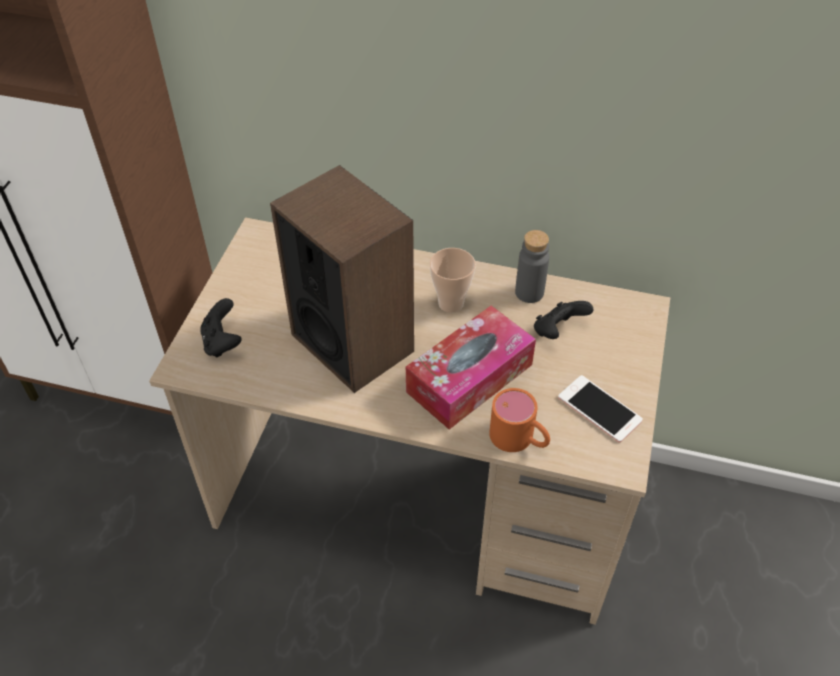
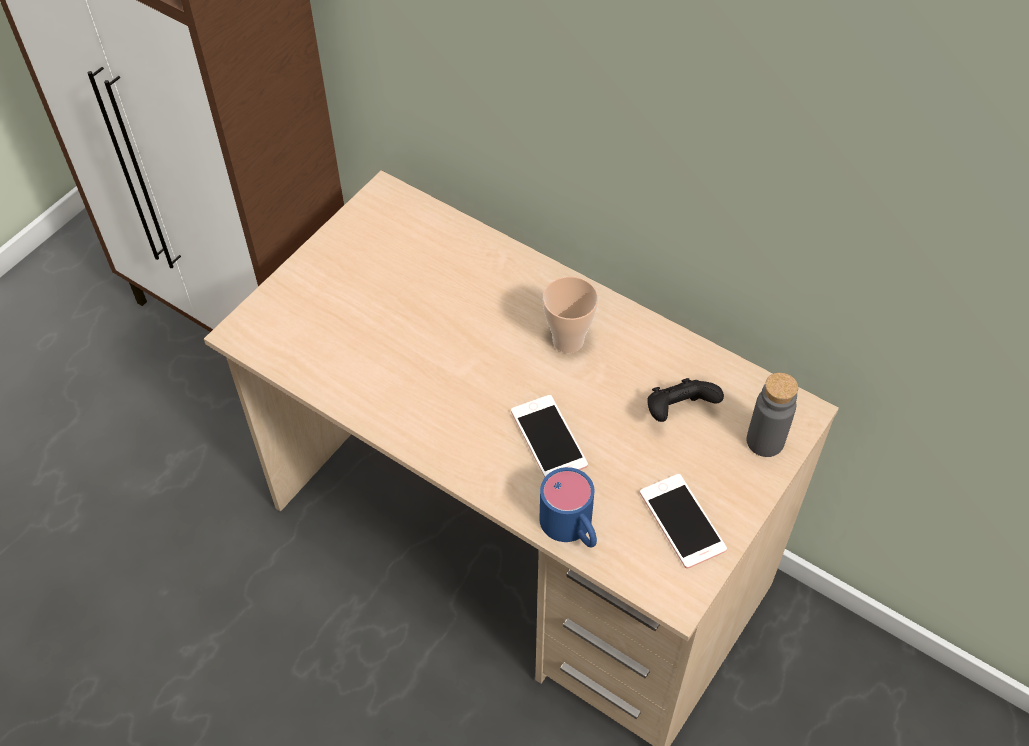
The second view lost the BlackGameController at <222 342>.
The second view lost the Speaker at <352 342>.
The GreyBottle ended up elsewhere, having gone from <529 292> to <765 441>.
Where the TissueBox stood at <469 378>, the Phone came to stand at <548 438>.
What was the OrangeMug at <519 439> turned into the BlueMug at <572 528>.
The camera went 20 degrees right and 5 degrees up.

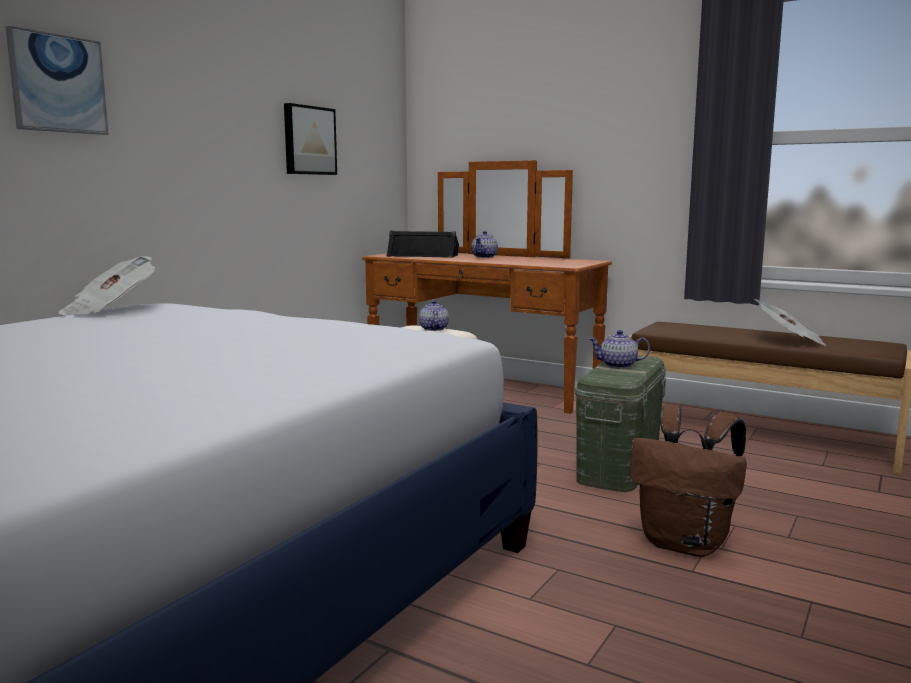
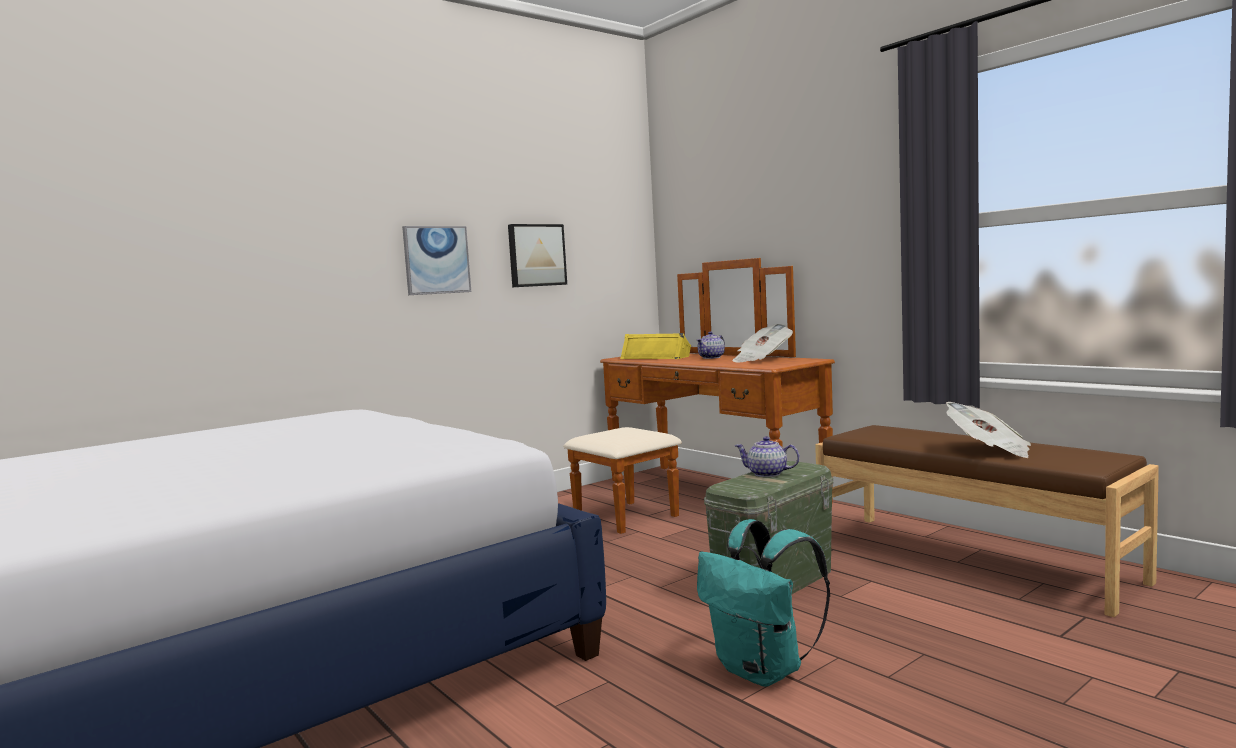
The second view lost the Teapot at <433 329>.
The Picture ended up elsewhere, having gone from <58 83> to <436 260>.
The Newspaper ended up elsewhere, having gone from <109 310> to <761 359>.
What was the BlackSpeaker at <423 255> turned into the YellowSpeaker at <656 357>.
What was the BrownBackpack at <686 544> turned into the TurquoiseBackpack at <763 671>.
The camera went 20 degrees right and 5 degrees down.

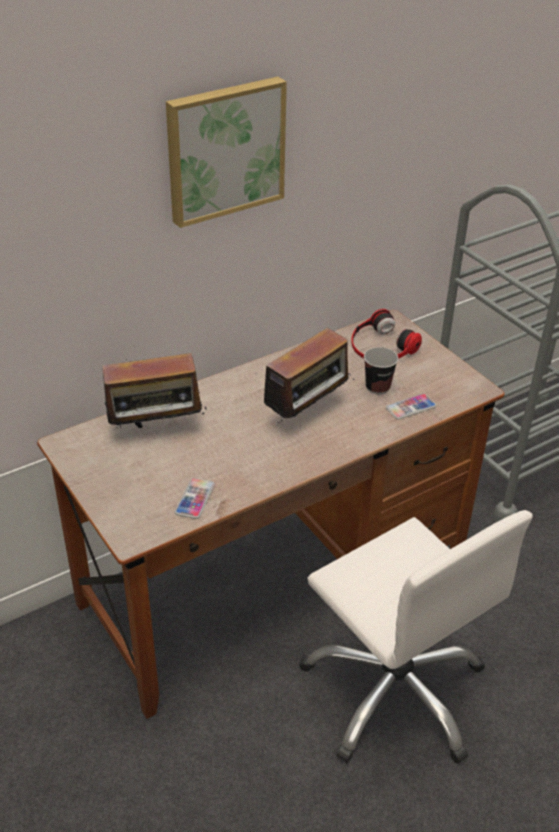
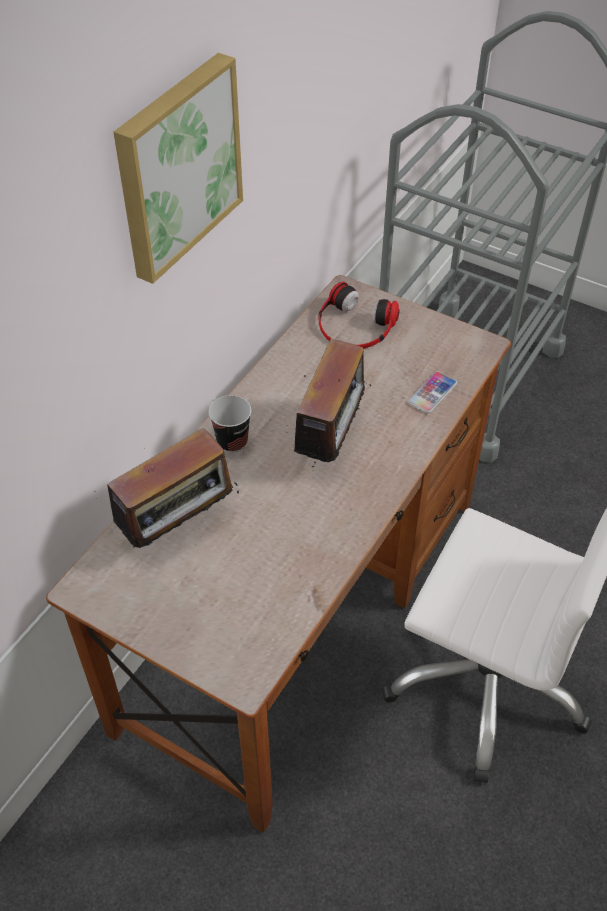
The second view lost the Phone at <195 499>.
The Cup ended up elsewhere, having gone from <377 387> to <232 442>.
The camera went 25 degrees left and 10 degrees up.

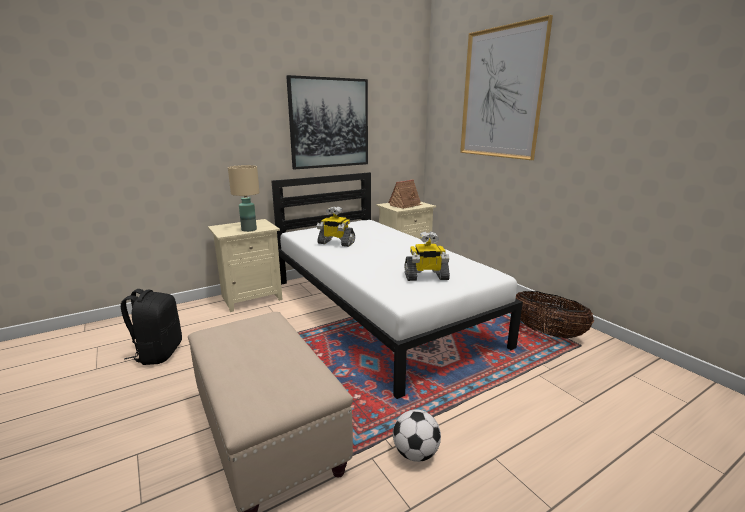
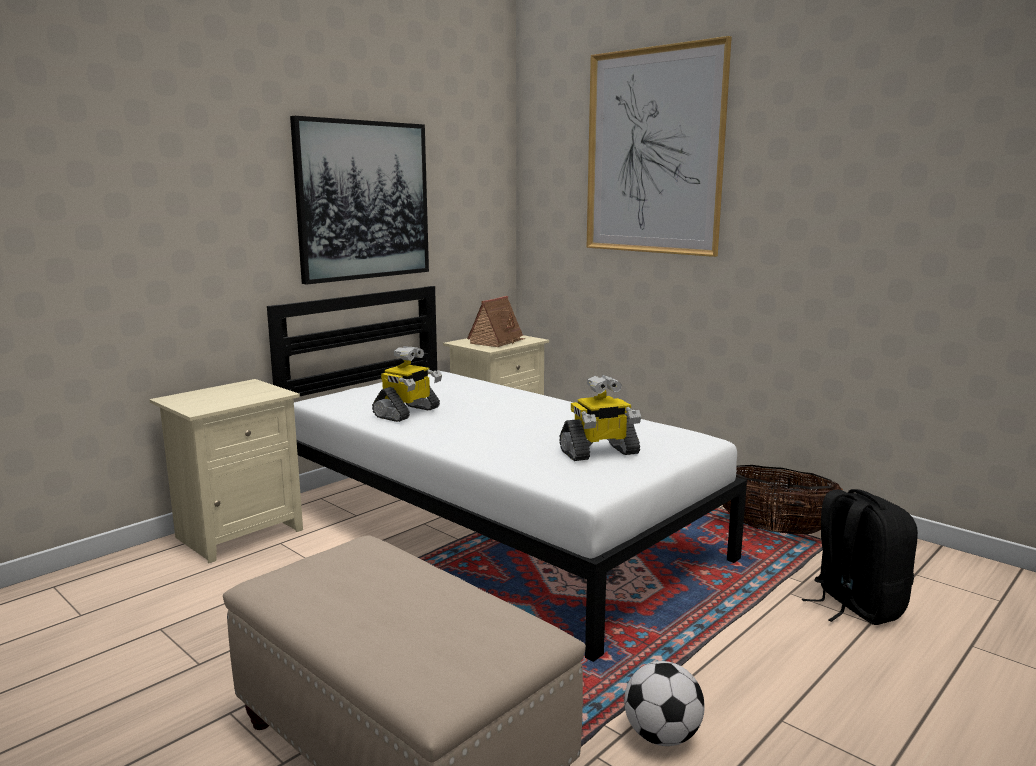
The second view lost the BeigeTableLamp at <249 229>.
The BlackBackpack ended up elsewhere, having gone from <158 353> to <855 605>.
The ToyRobot at <336 243> ended up facing another way, 60 degrees counterclockwise from before.
The camera went 15 degrees left and 5 degrees down.

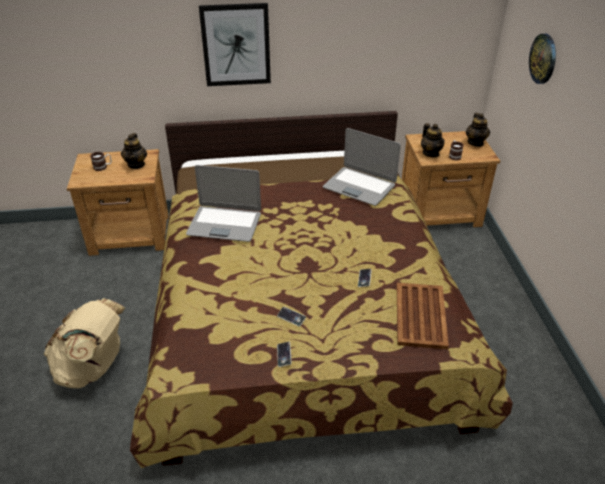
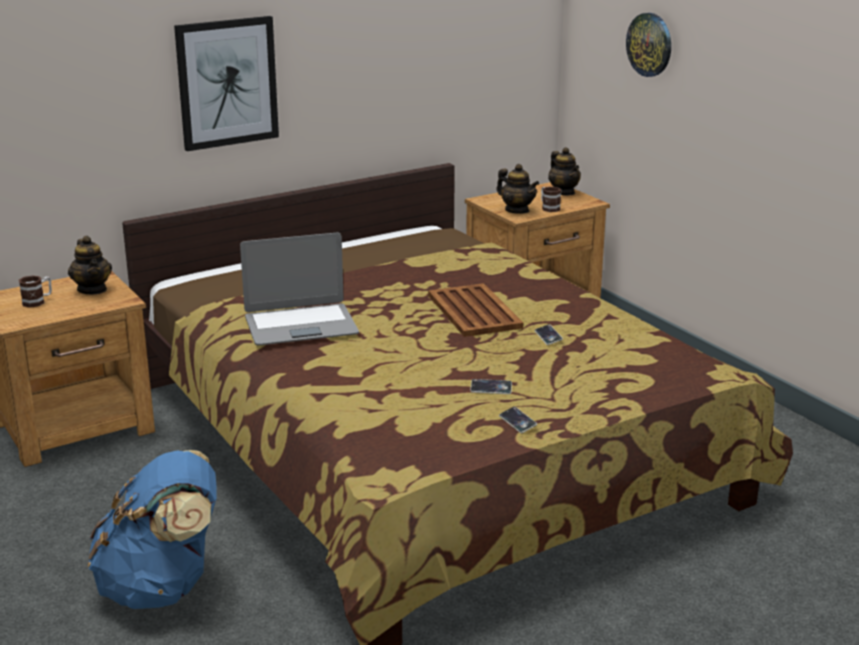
The second view lost the Laptop at <359 186>.
The BrownTray ended up elsewhere, having gone from <421 315> to <474 311>.
What was the BeigeBackpack at <93 368> turned into the BlueBackpack at <162 587>.
The camera went 25 degrees left and 15 degrees down.

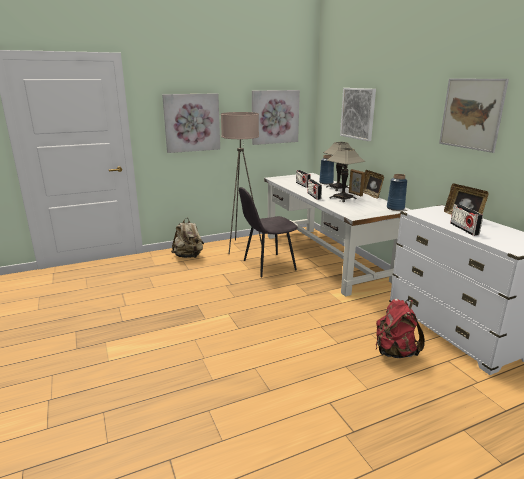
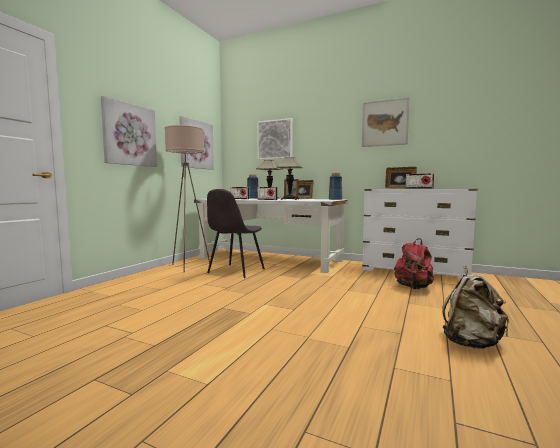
The BeigeBackpack ended up elsewhere, having gone from <188 256> to <471 343>.
The camera went 40 degrees left and 15 degrees down.

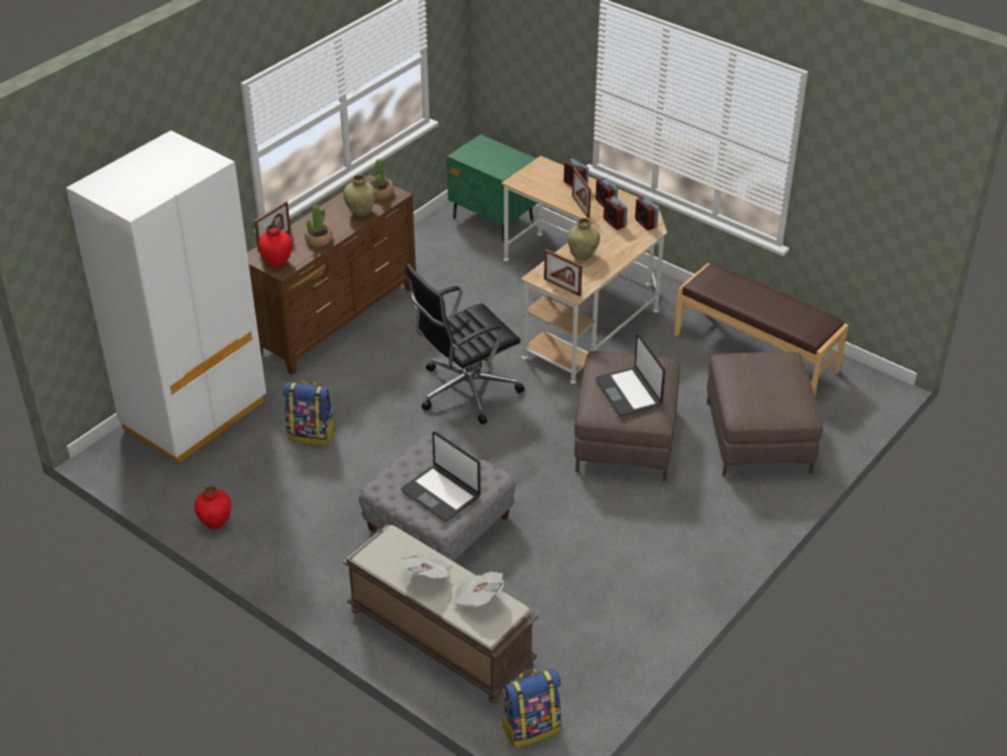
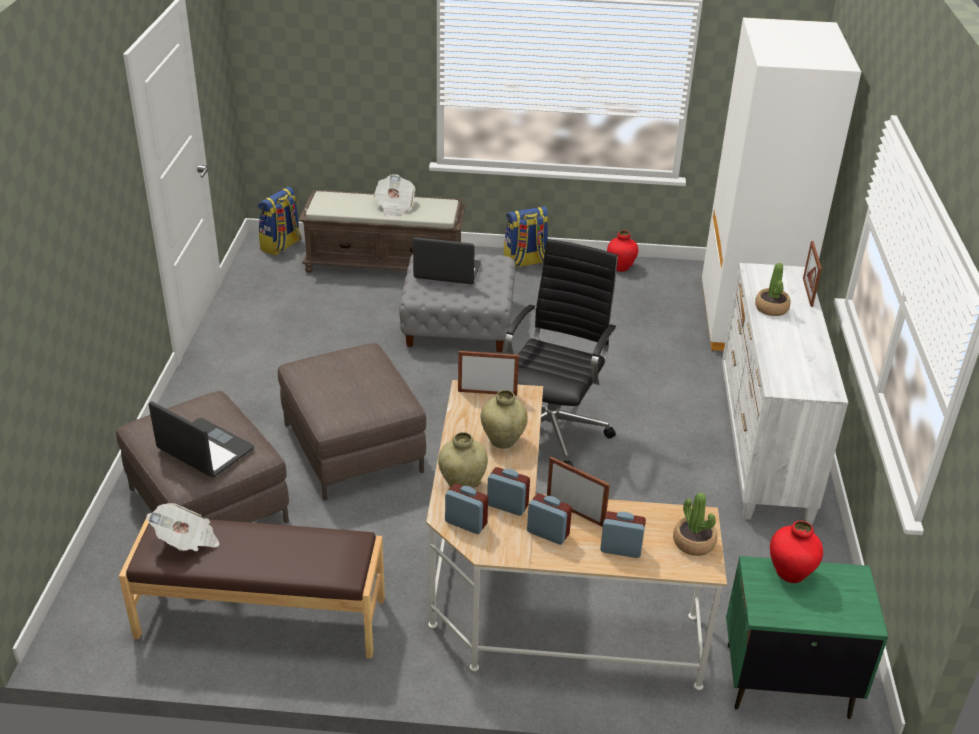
The RedVase ended up elsewhere, having gone from <277 262> to <790 573>.
The Backpack ended up elsewhere, having gone from <312 434> to <525 262>.
The BeigeVase ended up elsewhere, having gone from <360 212> to <462 484>.
The PottedPlant ended up elsewhere, having gone from <380 193> to <694 542>.
The Newspaper ended up elsewhere, having gone from <477 598> to <187 541>.
The Laptop ended up elsewhere, having gone from <629 392> to <204 450>.
What was the BrownDresser at <337 320> turned into the WhiteDresser at <762 447>.
The camera went 145 degrees right and 5 degrees down.

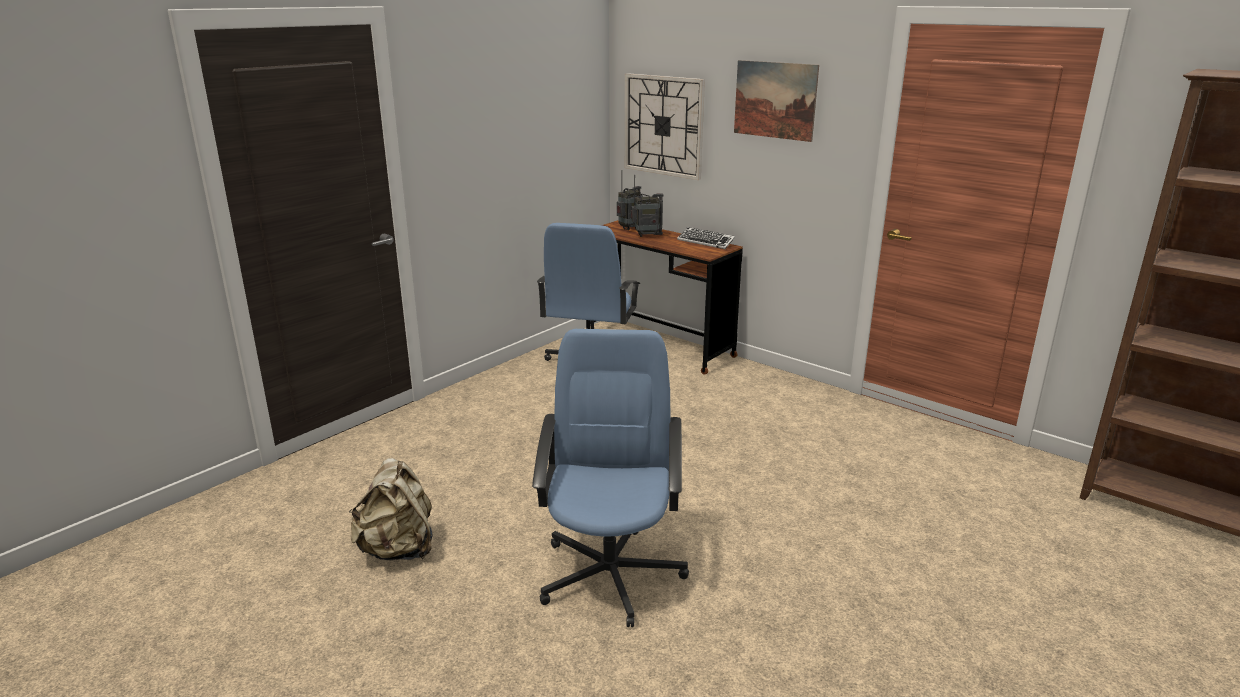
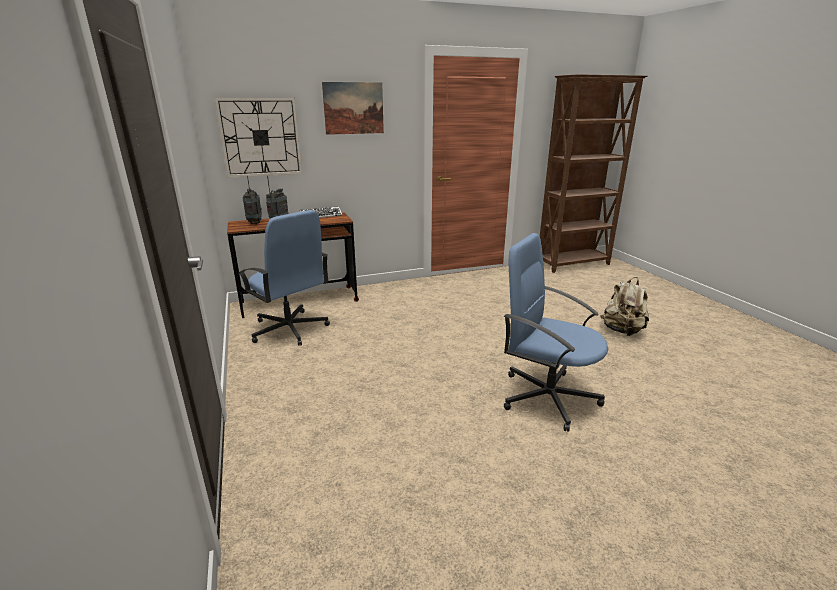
The BeigeBackpack ended up elsewhere, having gone from <398 549> to <622 331>.
The camera went 60 degrees left and 0 degrees up.

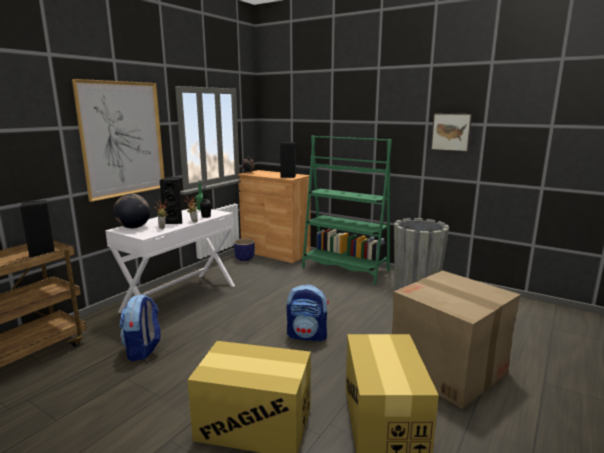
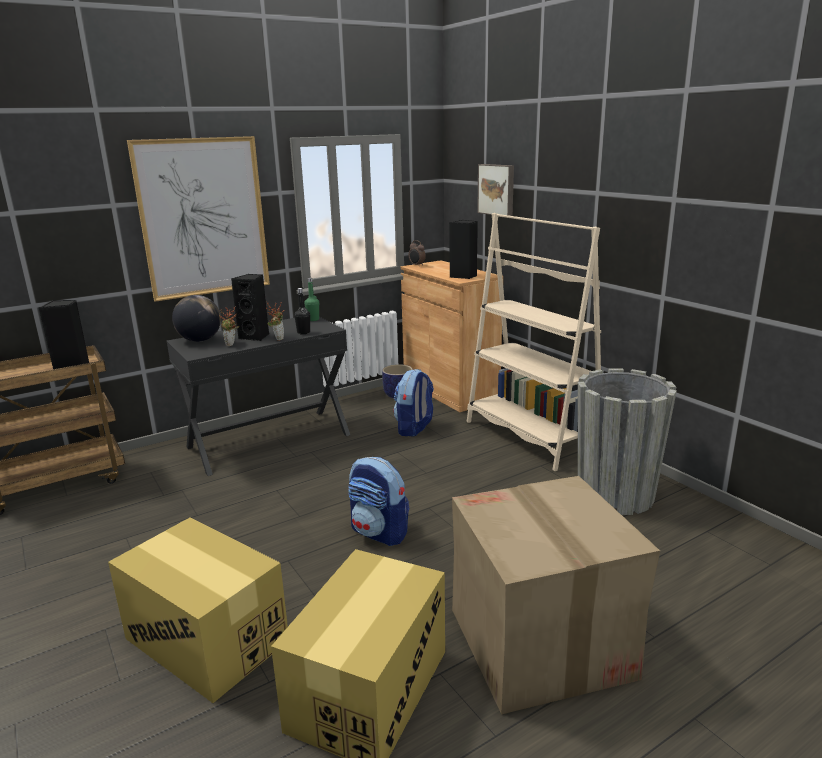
The Backpack ended up elsewhere, having gone from <143 350> to <414 428>.
The Picture ended up elsewhere, having gone from <451 132> to <497 189>.
What was the WhiteDesk at <180 297> turned into the BlackDesk at <269 440>.
What was the GreenBookcase at <345 269> turned into the BeigeBookcase at <531 436>.
The camera went 25 degrees right and 5 degrees up.

